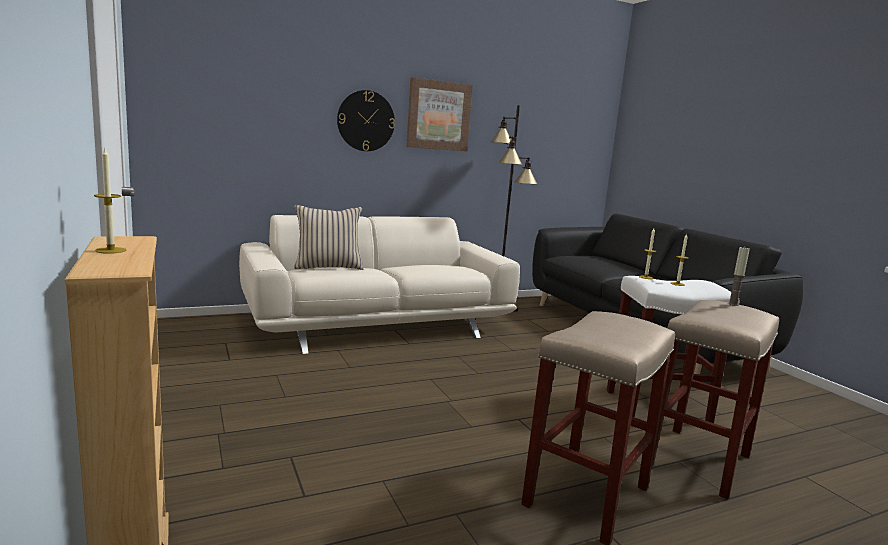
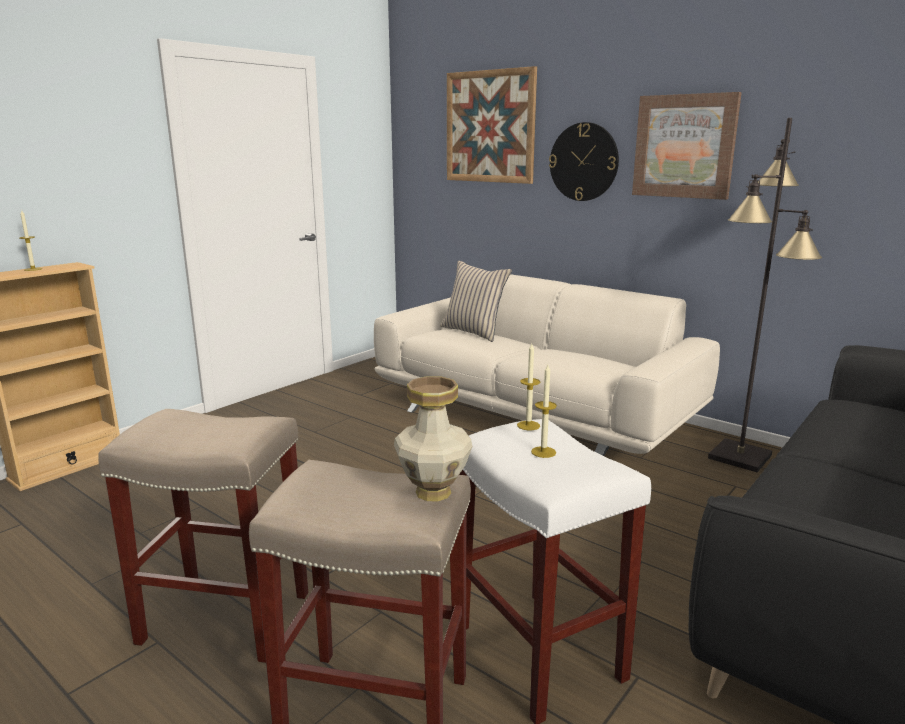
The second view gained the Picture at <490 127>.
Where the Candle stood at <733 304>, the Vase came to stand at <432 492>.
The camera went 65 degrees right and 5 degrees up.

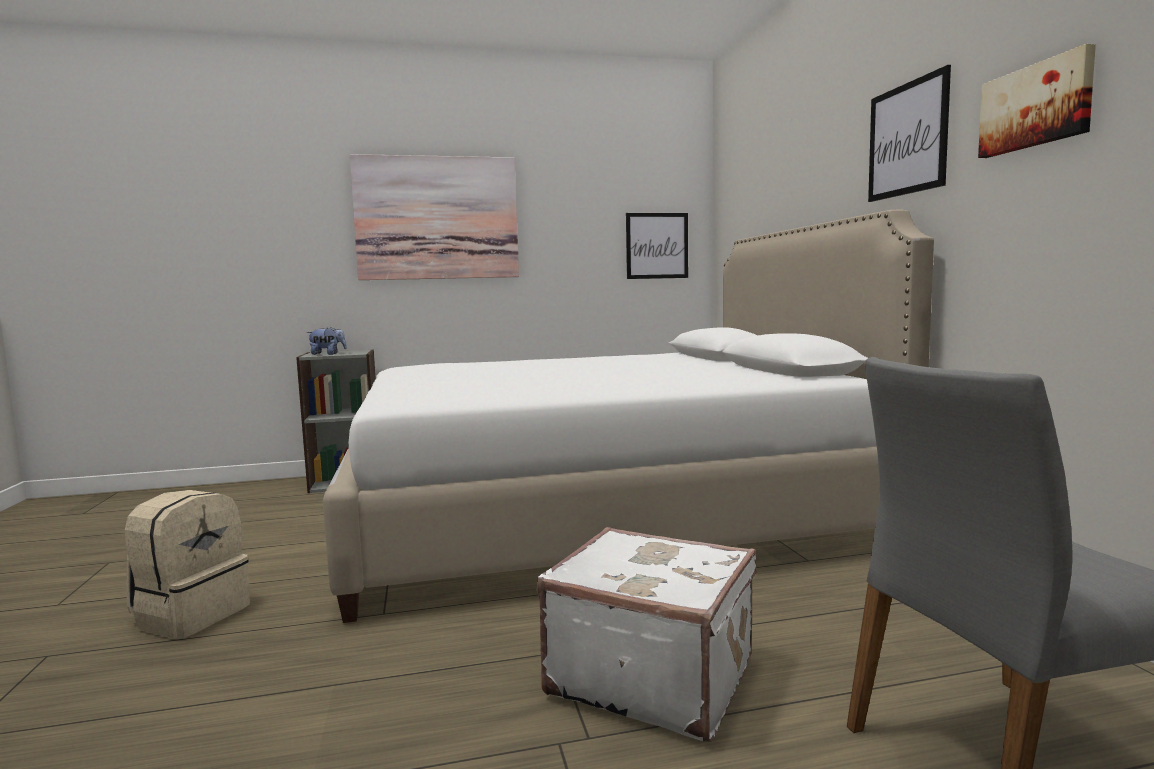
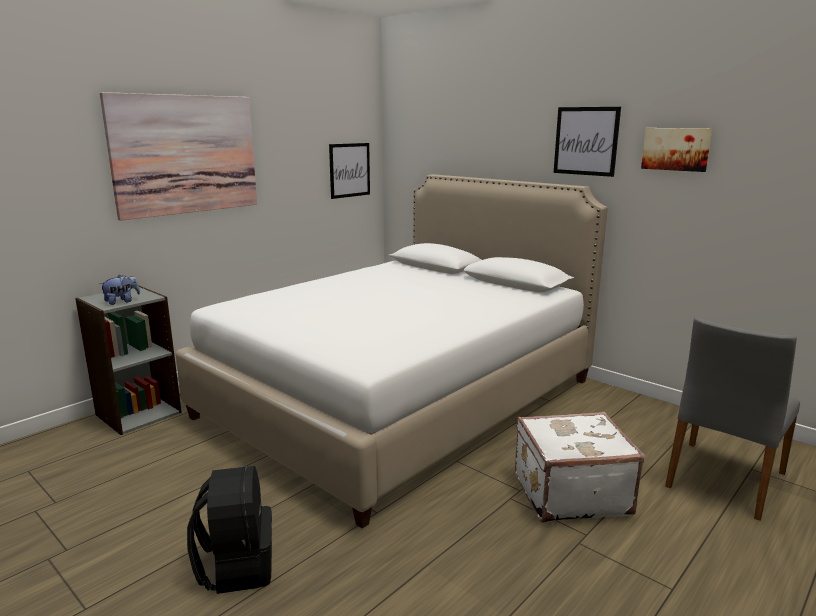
What was the BeigeBackpack at <191 615> turned into the BlackBackpack at <237 567>.
The camera went 35 degrees left and 10 degrees up.

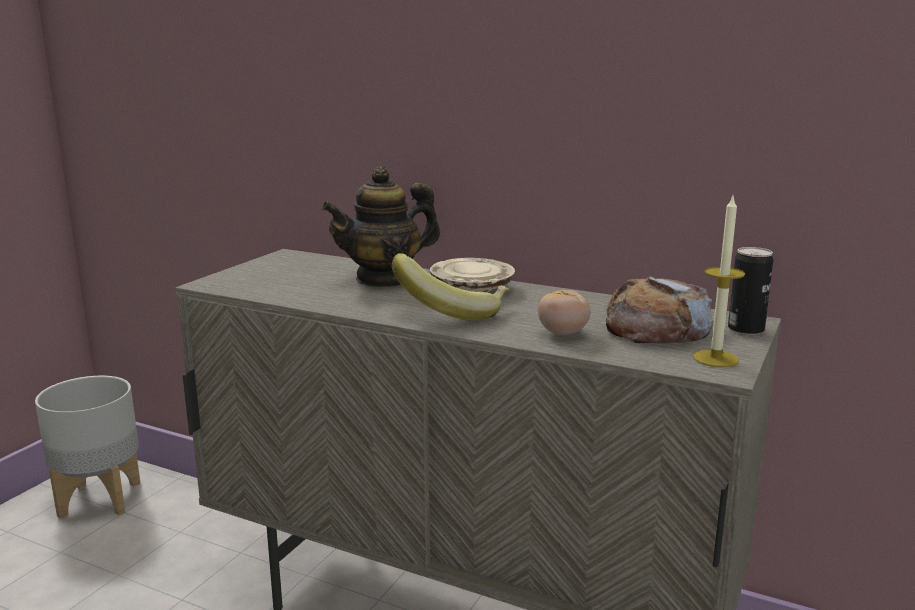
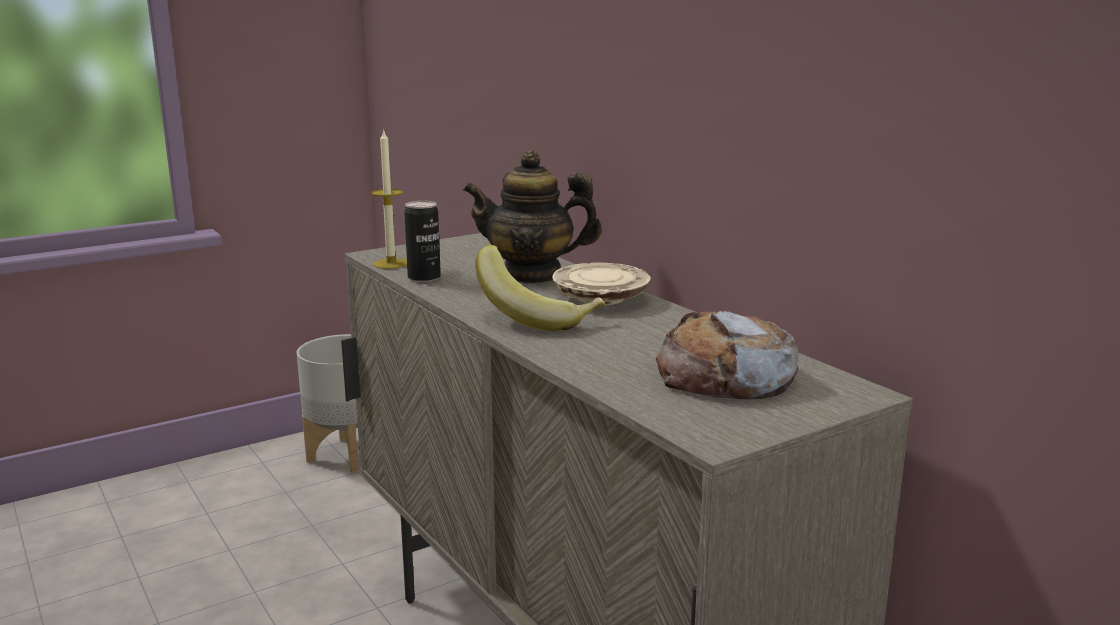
The second view lost the Tomato at <563 333>.
The Candle ended up elsewhere, having gone from <715 358> to <391 264>.
The Can ended up elsewhere, having gone from <745 329> to <424 278>.
The camera went 30 degrees right and 0 degrees up.

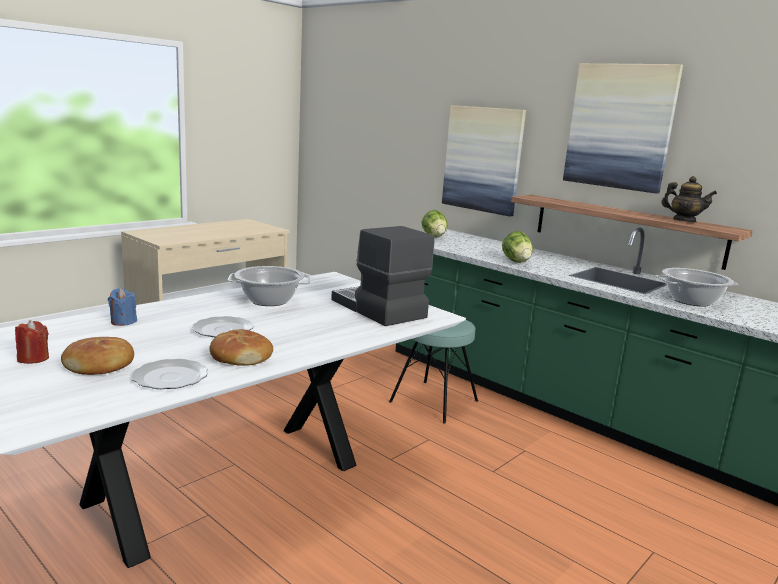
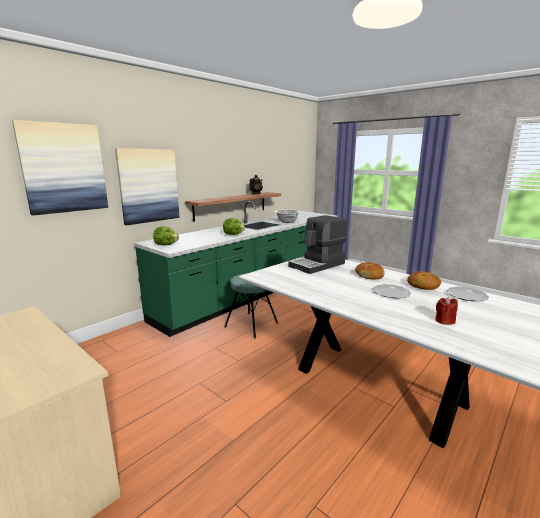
The second view lost the BlueCandle at <123 321>.
The second view lost the CookingPot at <269 300>.
The RedCandle ended up elsewhere, having gone from <33 358> to <444 321>.
The Bread ended up elsewhere, having gone from <100 366> to <369 275>.
The Picture ended up elsewhere, having gone from <620 127> to <64 168>.
The camera went 90 degrees left and 0 degrees up.

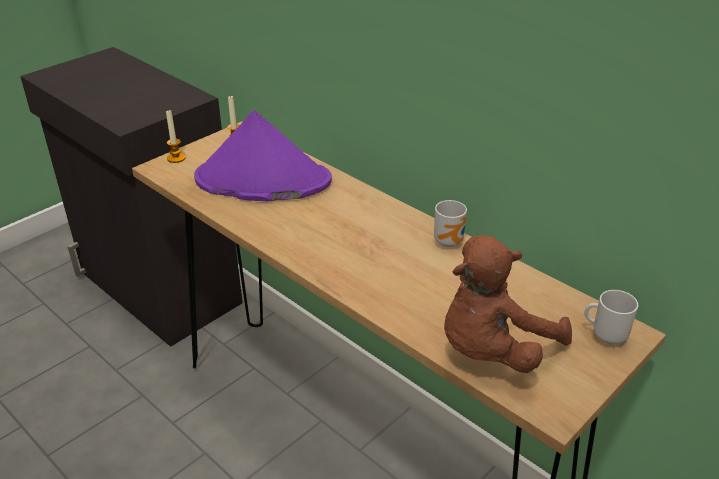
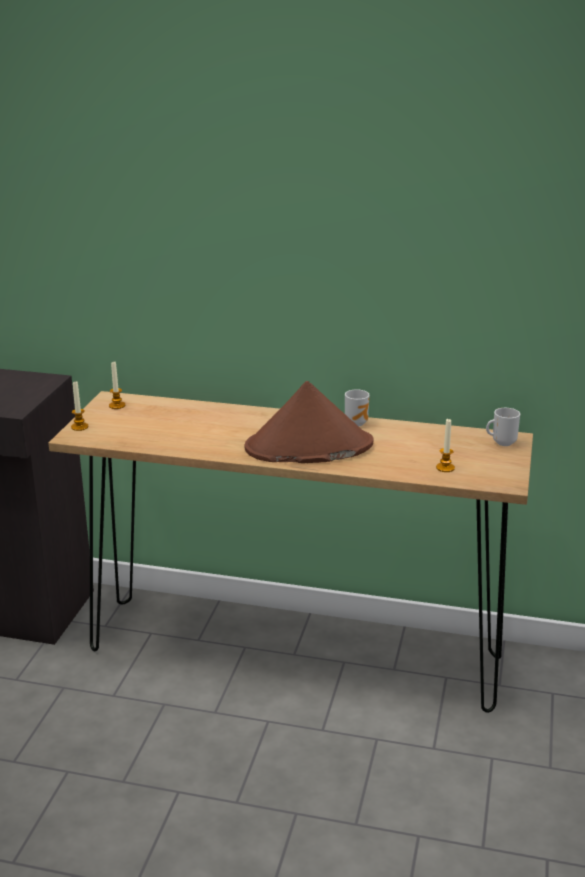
The second view lost the PurpleHat at <262 180>.
The second view gained the BrownHat at <308 447>.
Where the BrownPlushToy stood at <493 350>, the Candle came to stand at <445 468>.
The camera went 30 degrees left and 10 degrees down.

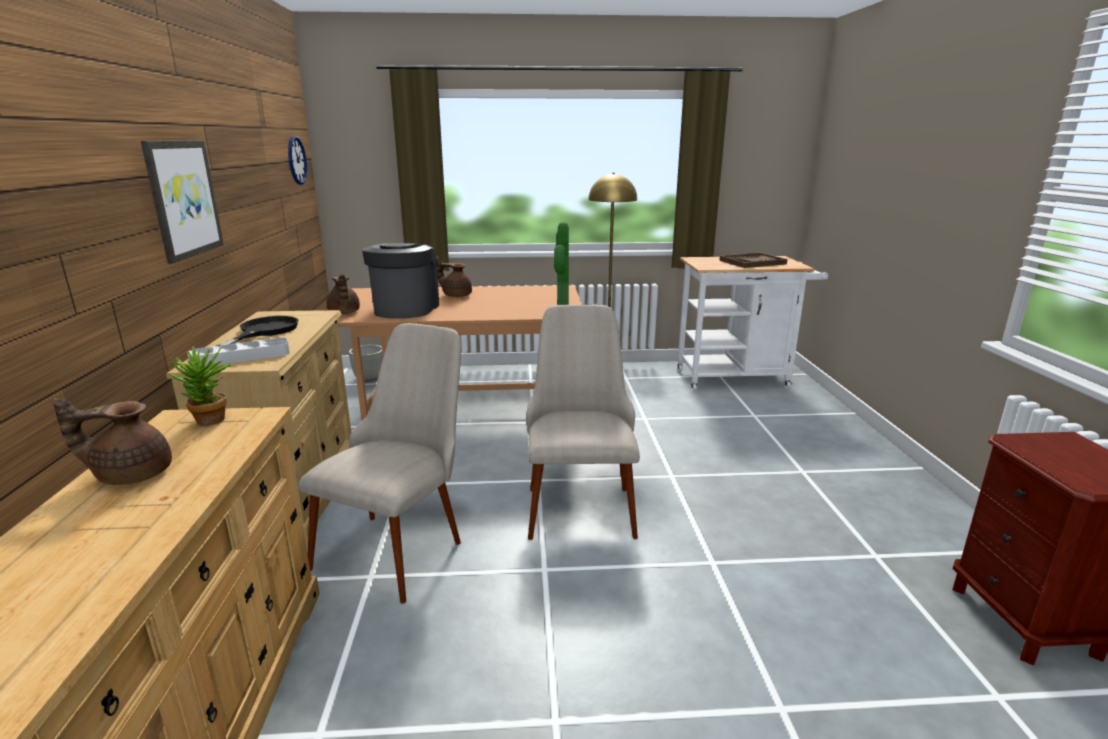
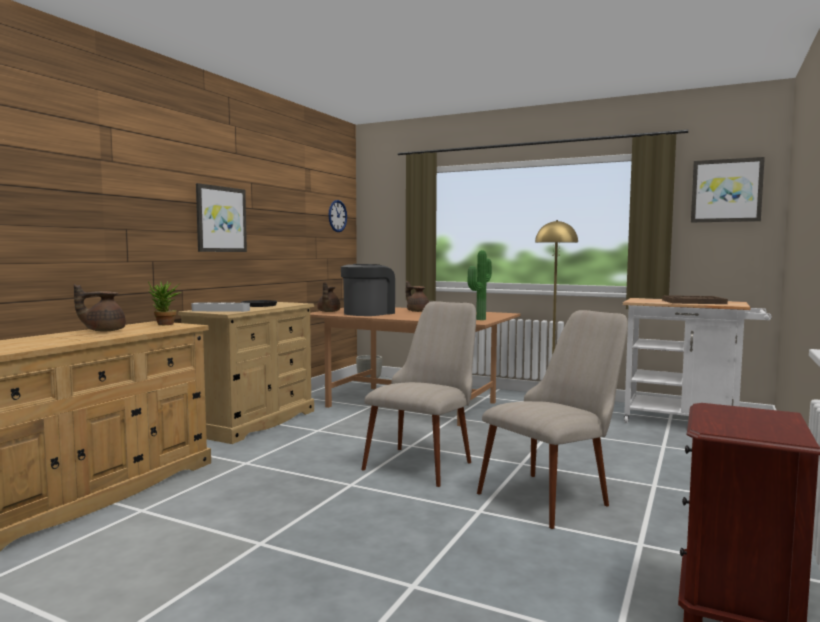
The second view gained the Picture at <726 190>.
The BeigeChair ended up elsewhere, having gone from <401 541> to <555 494>.
The BrownTeapot at <132 474> ended up facing another way, 45 degrees counterclockwise from before.
The camera went 30 degrees right and 15 degrees down.

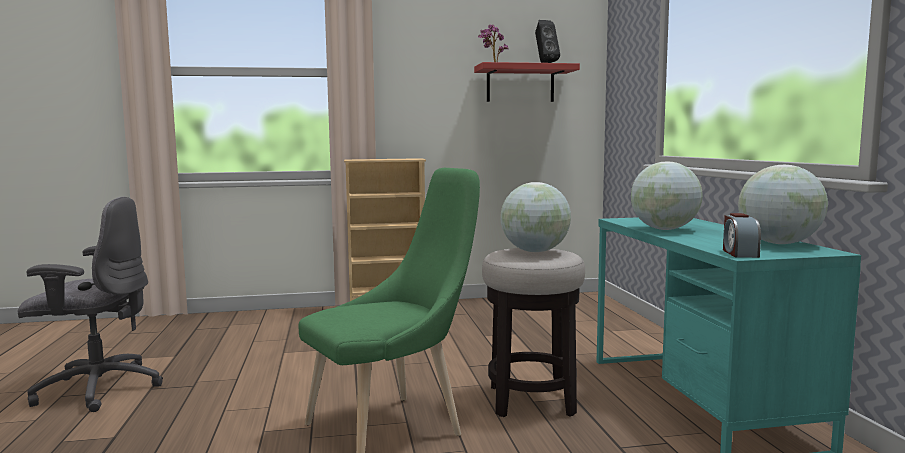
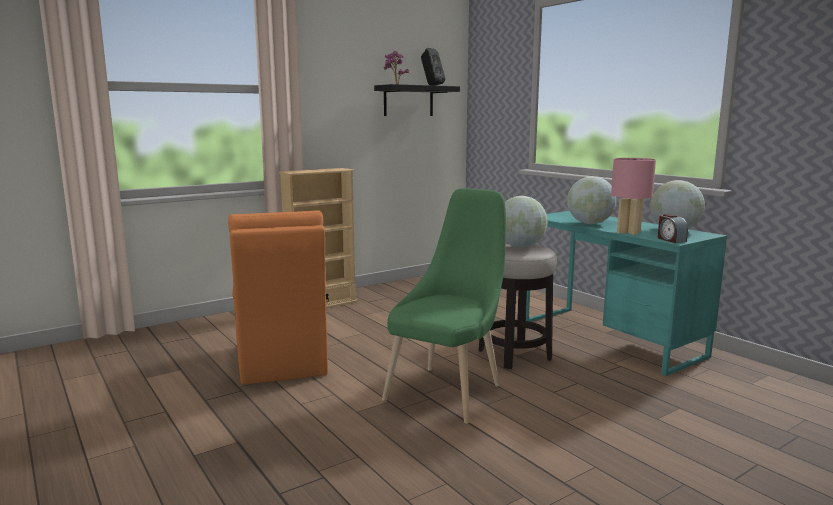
The second view lost the GreyOfficeChair at <97 389>.
The second view gained the OrangeChair at <281 361>.
The second view gained the PinkTableLamp at <629 232>.
What was the RedShelf at <520 84> turned into the BlackShelf at <408 101>.
The camera went 25 degrees left and 5 degrees up.

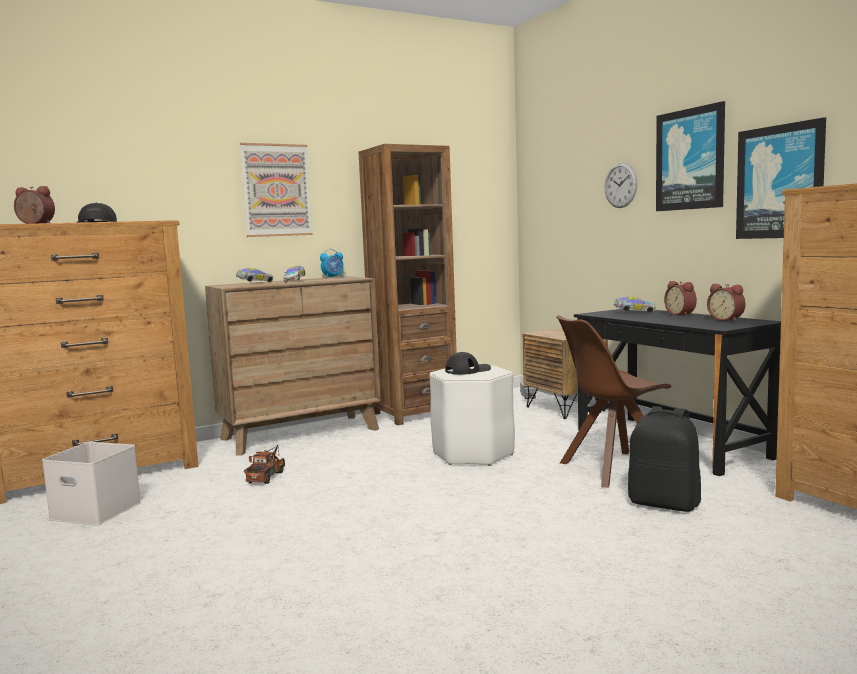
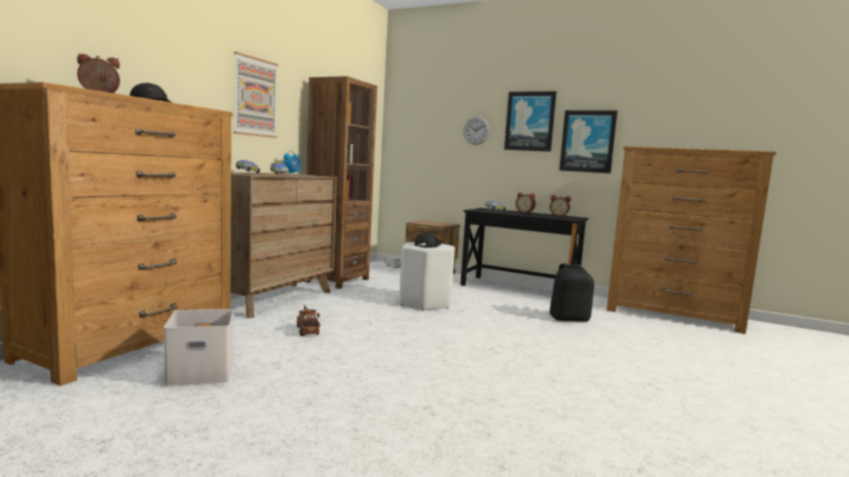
The second view lost the BrownChair at <612 469>.
The camera went 35 degrees left and 0 degrees up.

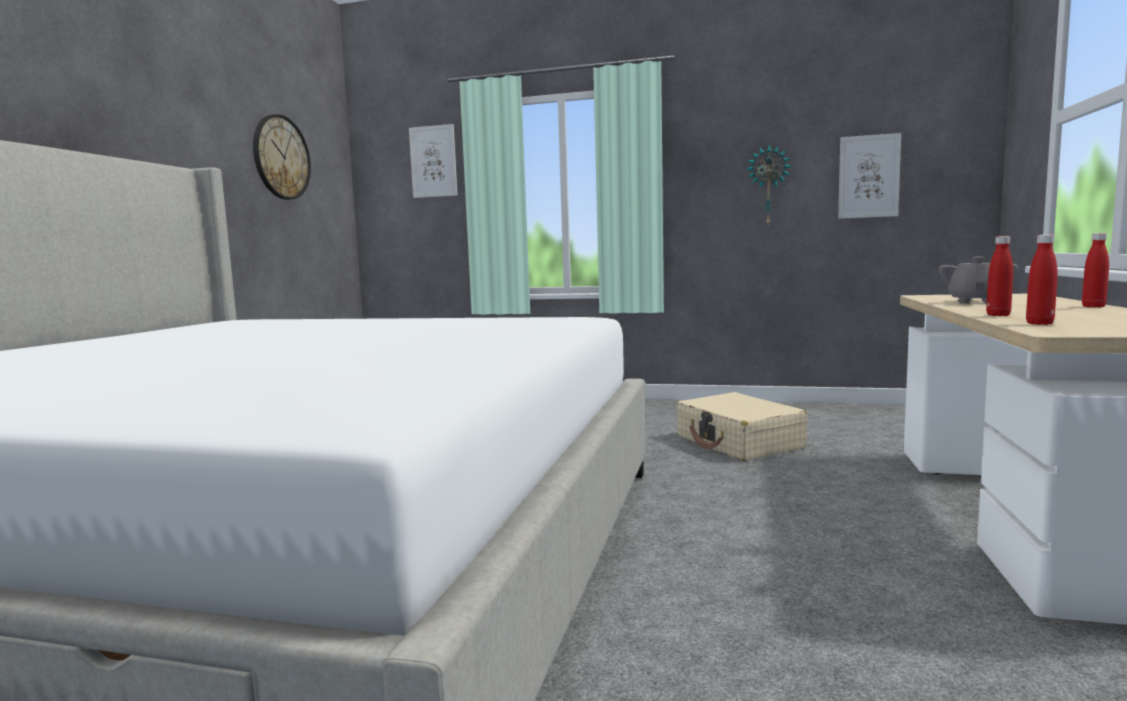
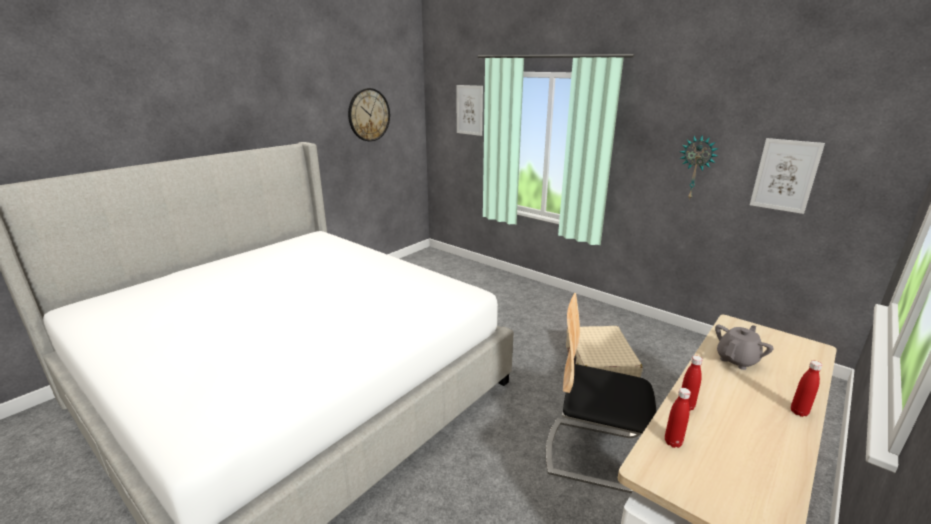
The second view gained the Chair at <595 453>.
The camera went 25 degrees right and 15 degrees up.

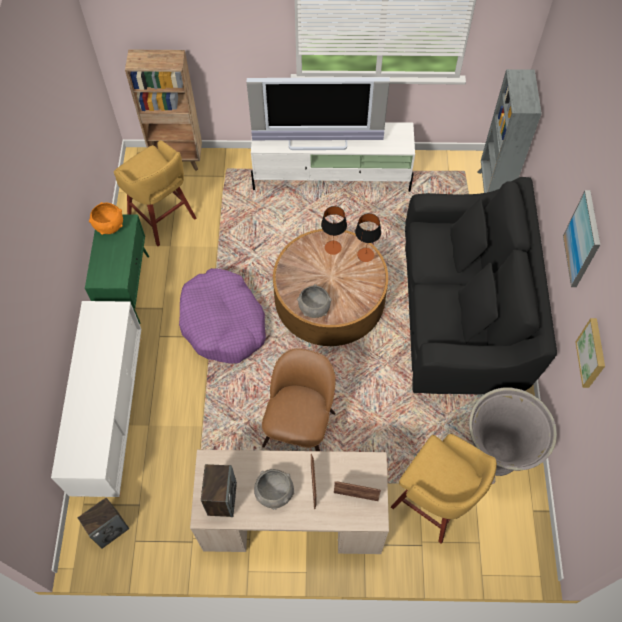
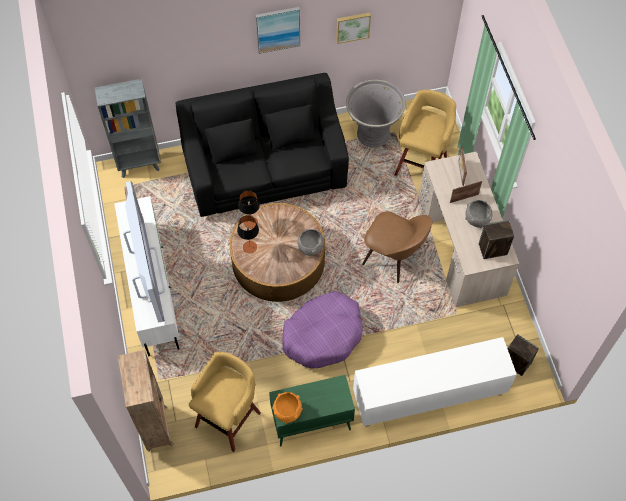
The BrownChair at <300 426> ended up facing another way, 150 degrees counterclockwise from before.
The camera went 105 degrees left and 0 degrees up.

